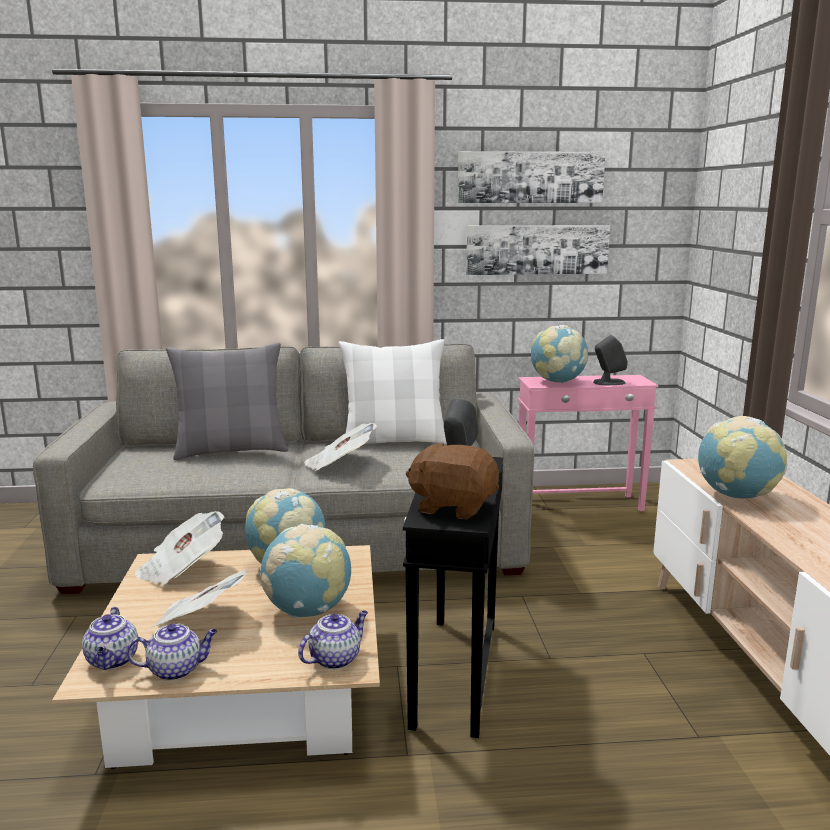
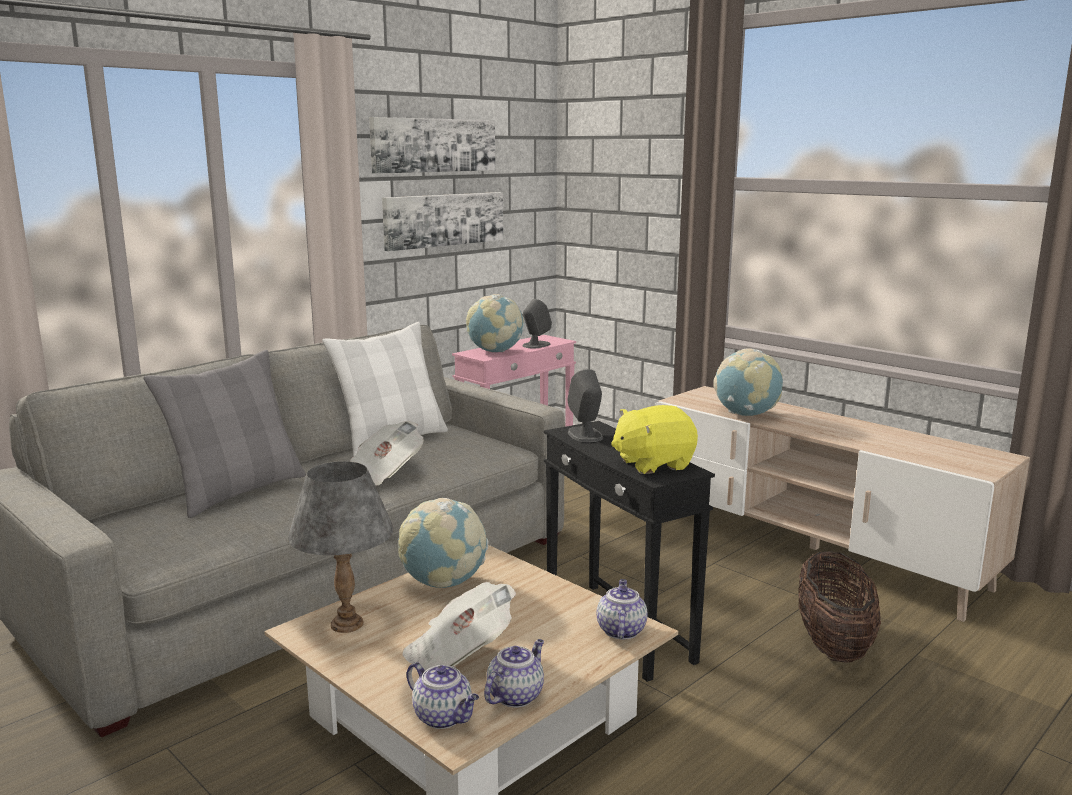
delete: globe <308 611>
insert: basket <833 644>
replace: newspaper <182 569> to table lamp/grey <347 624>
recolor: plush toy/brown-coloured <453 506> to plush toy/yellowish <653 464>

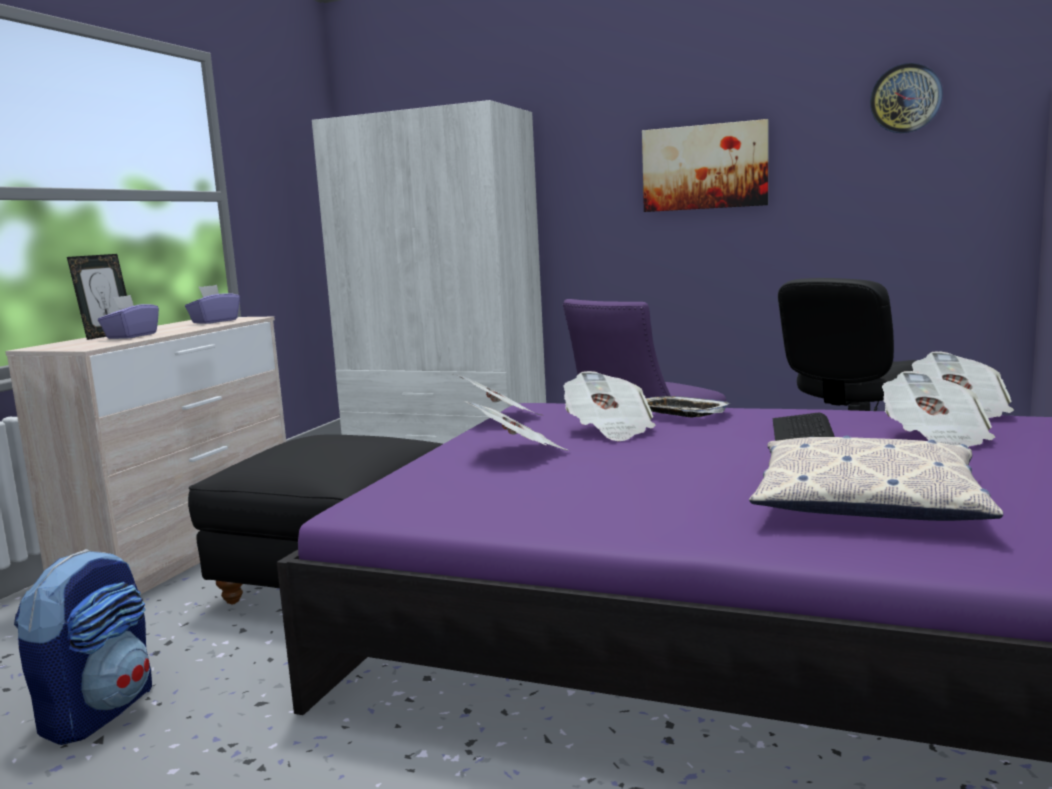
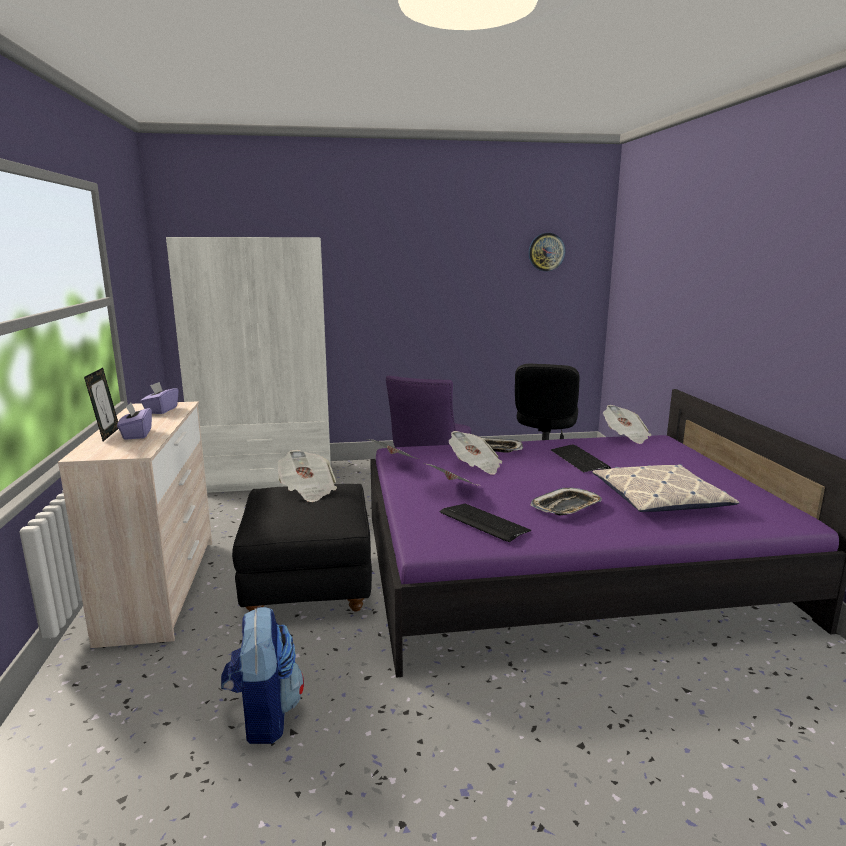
delete: picture <704 167>
insert: serving tray <566 507>; computer keyboard <484 523>
move: newspaper <935 439> to <308 490>

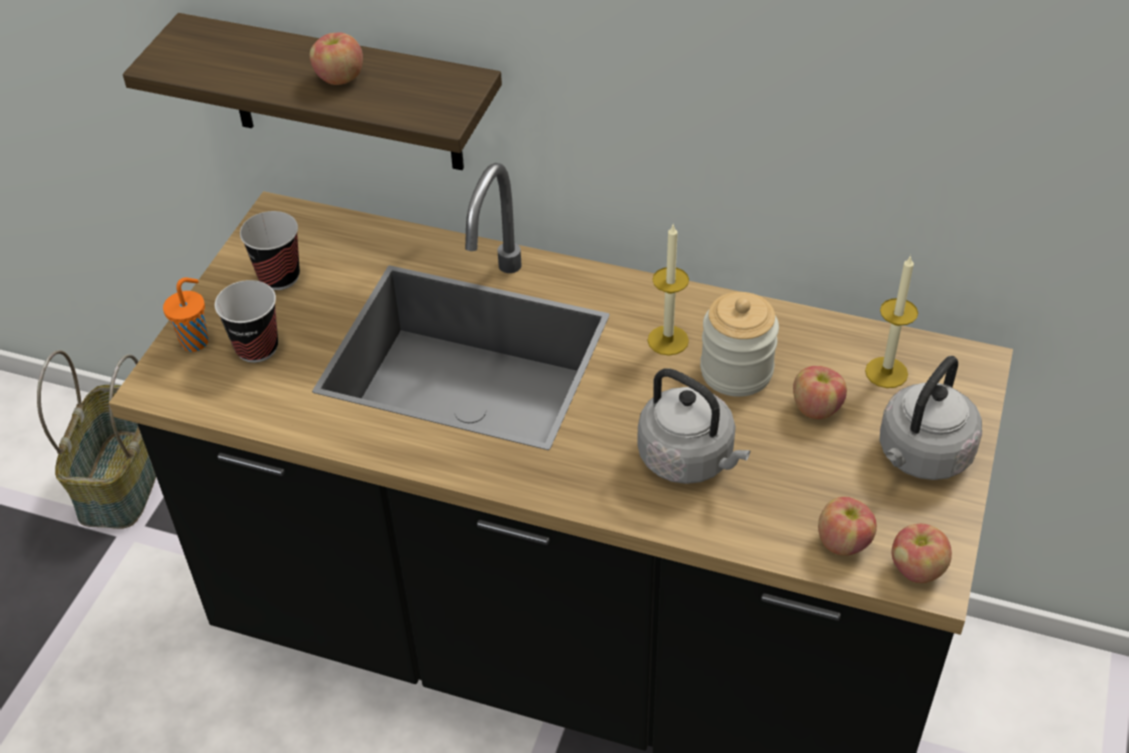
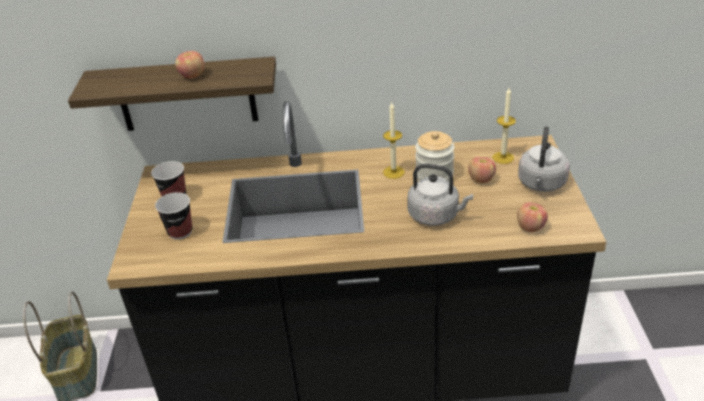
delete: drinking cup/orange-coloured <196 341>; apple fruit <917 569>

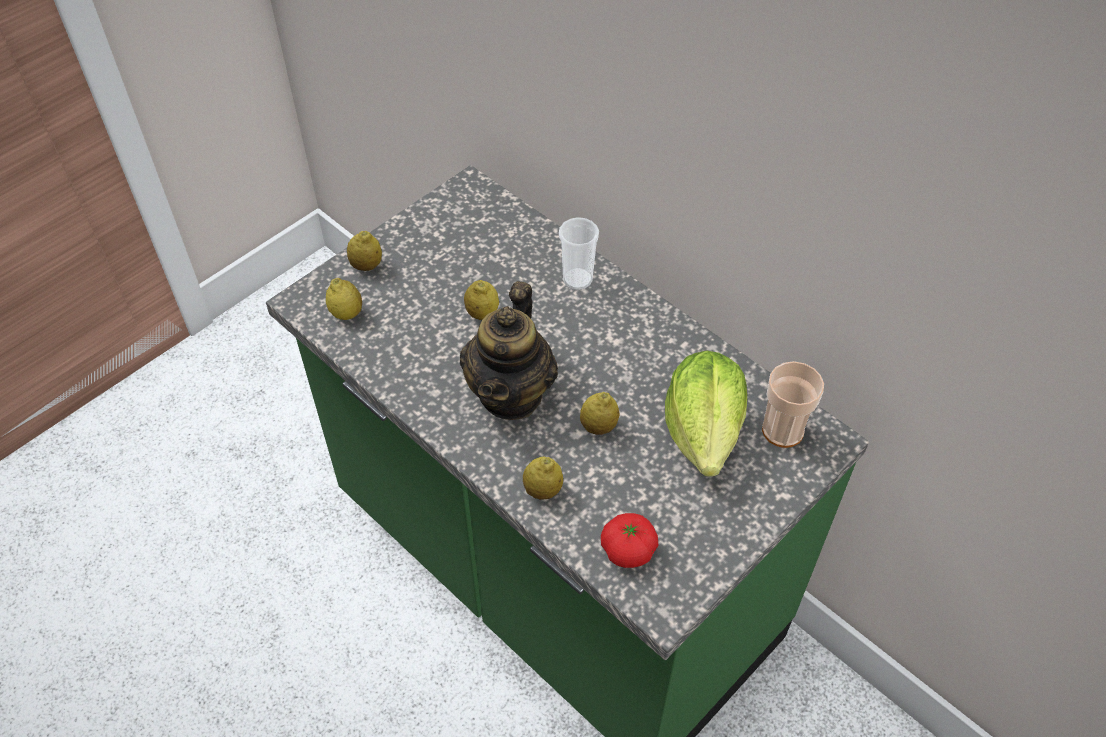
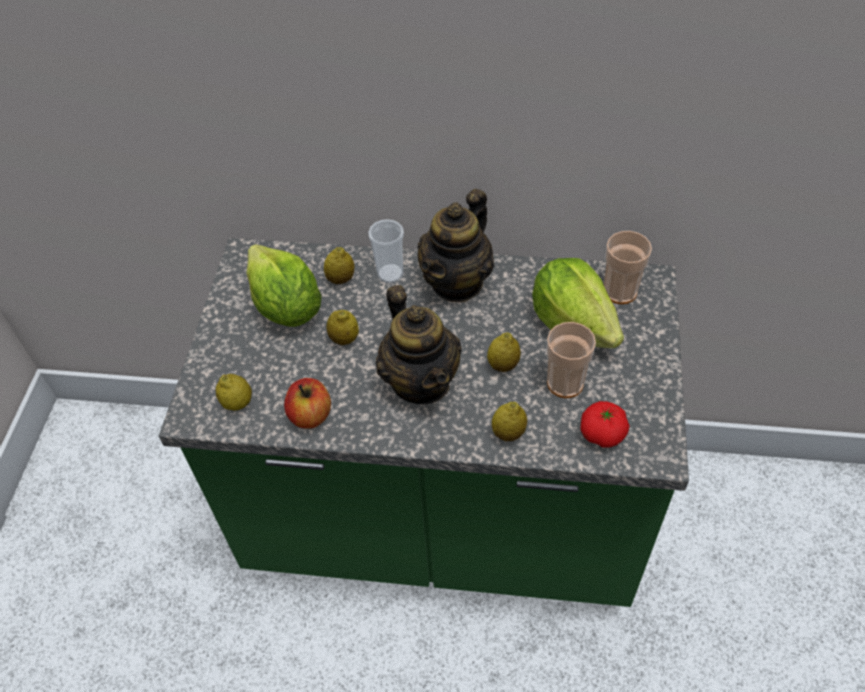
insert: tea pot <457 282>; head of lettuce <286 307>; drinking cup <565 383>; apple fruit <310 415>
move: whole lemon <366 265> to <340 279>

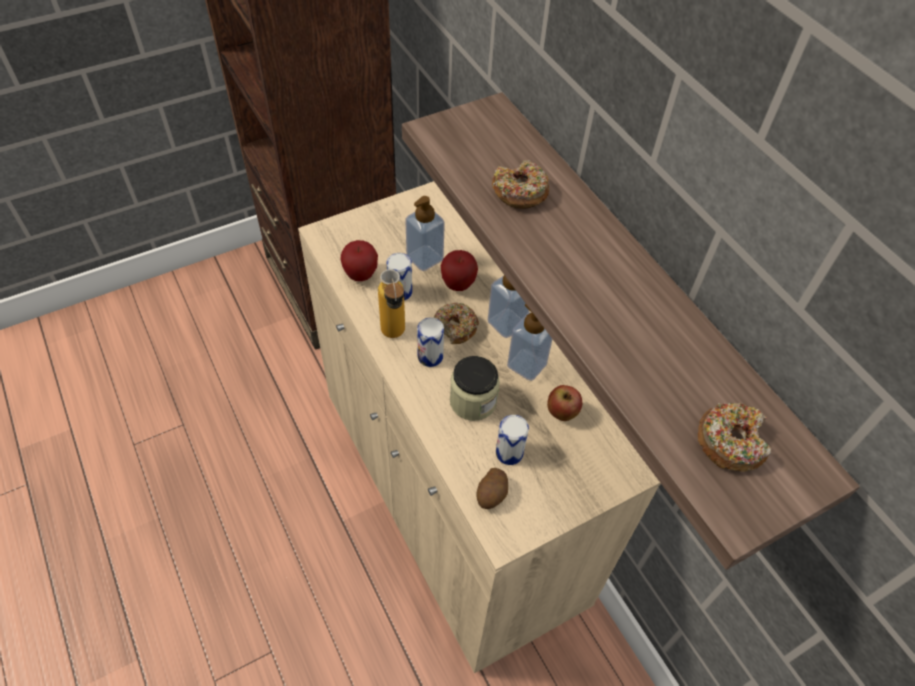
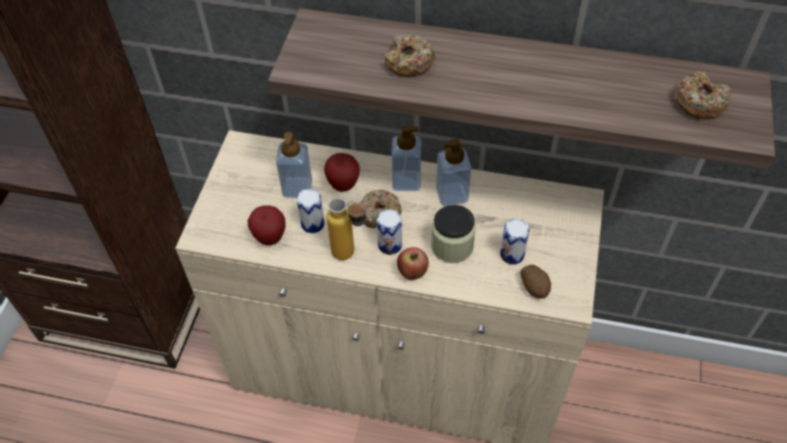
move: apple fruit <561 413> to <412 273>

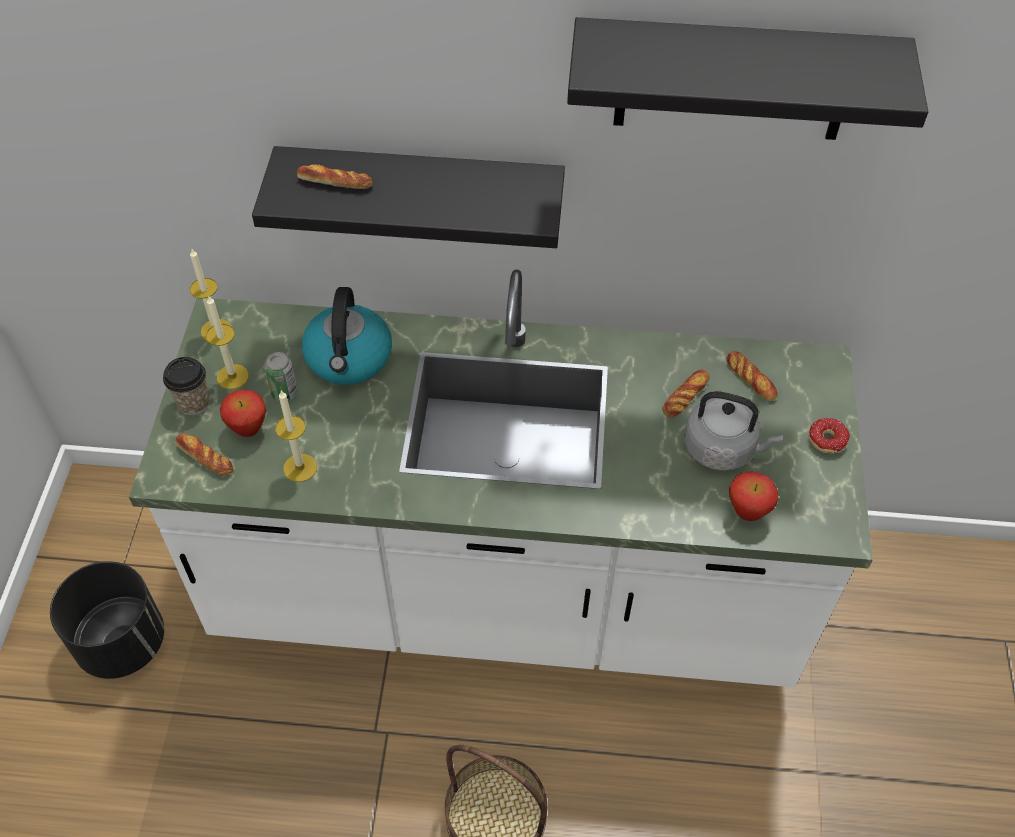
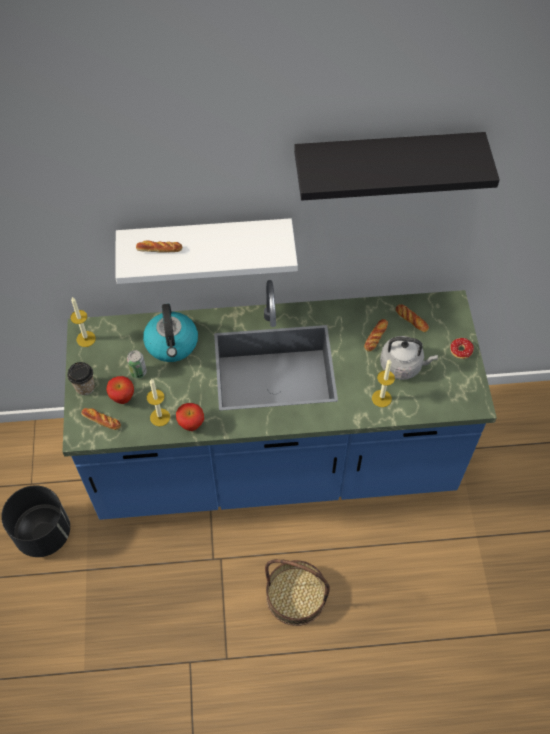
move: wax candle <232 376> to <381 398>; apple fruit <747 512> to <191 425>
recolor: shelf/black <421 197> to shelf/white <206 245>; kitchen base unit/white <505 596> to kitchen base unit/blue-coloured <275 463>

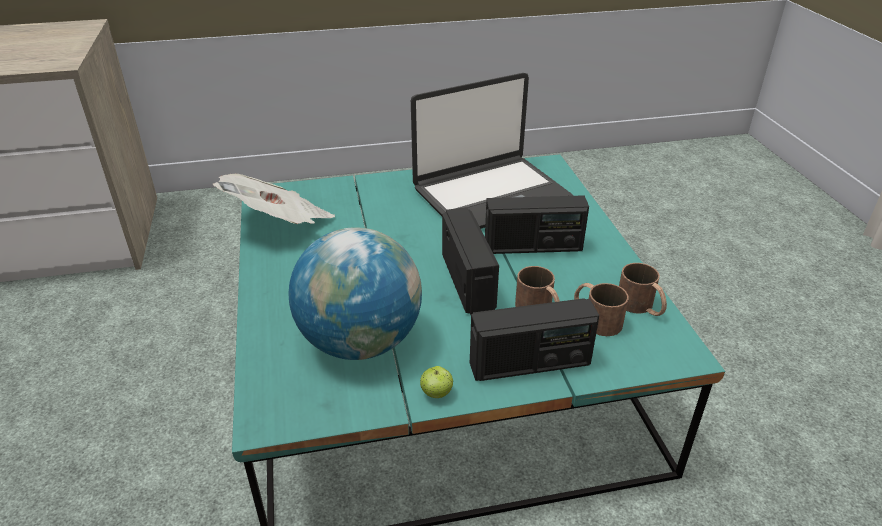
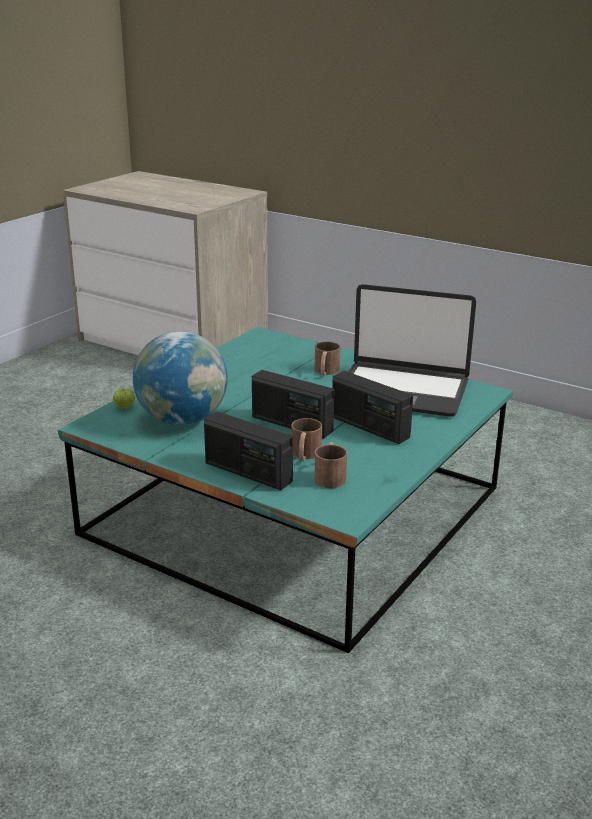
delete: newspaper <280 224>
move: tea mug/brown-coloured <641 307> to <325 372>; apple fruit <436 393> to <124 407>
rotate: radio <468 282> = <291 424> 90 degrees clockwise

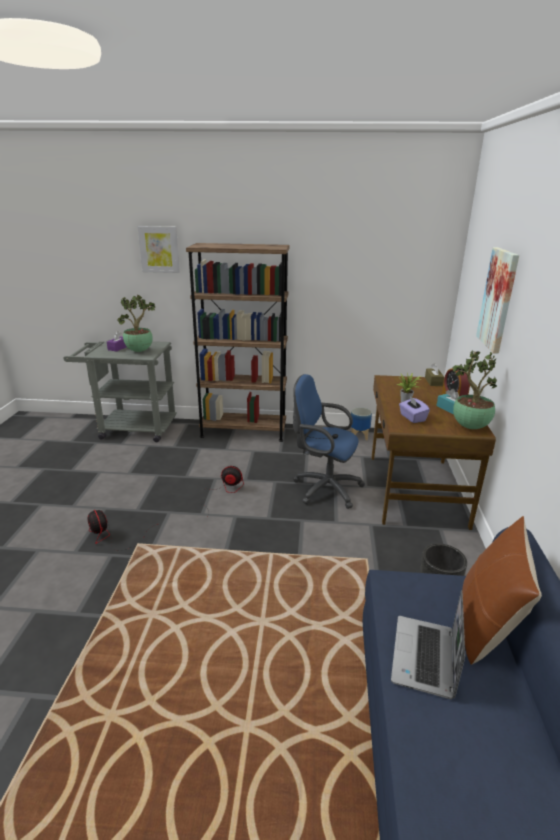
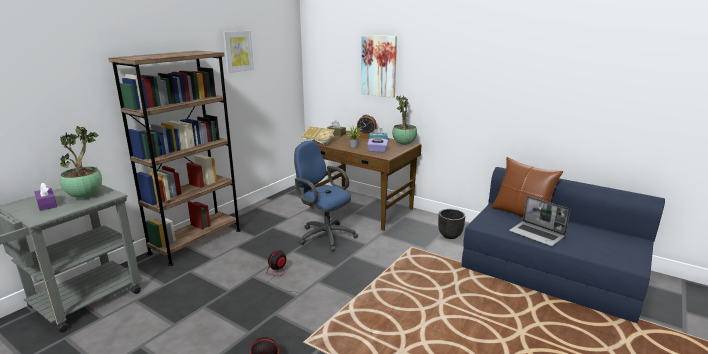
delete: plant pot <359 436>
insert: book <318 142>
move: picture <159 249> to <238 51>
rotate: desk chair/blue-coloured <323 488> = <324 235> 75 degrees clockwise

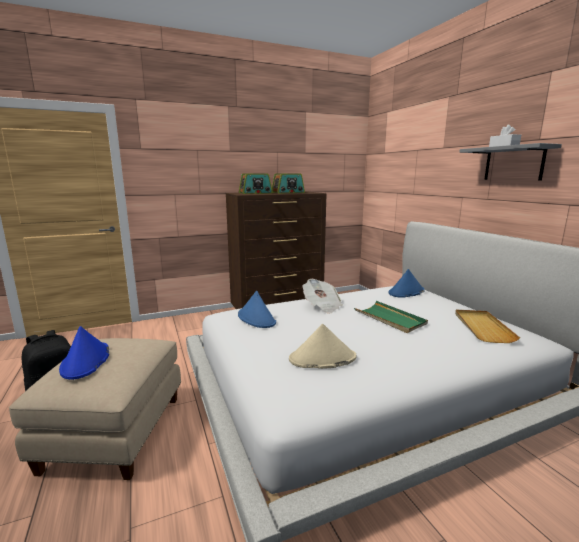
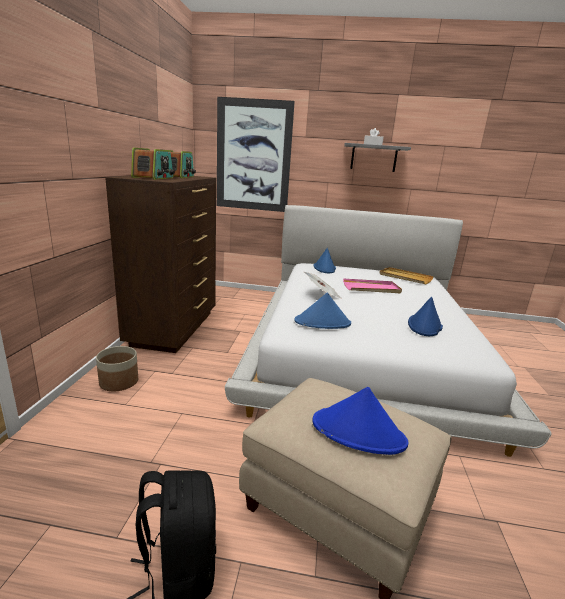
insert: picture <253 156>; plant pot <119 382>
recolor: serving tray/greenish <390 319> to serving tray/pink-coloured <371 288>; hat/sand-coloured <322 358> to hat/blue-coloured <424 325>

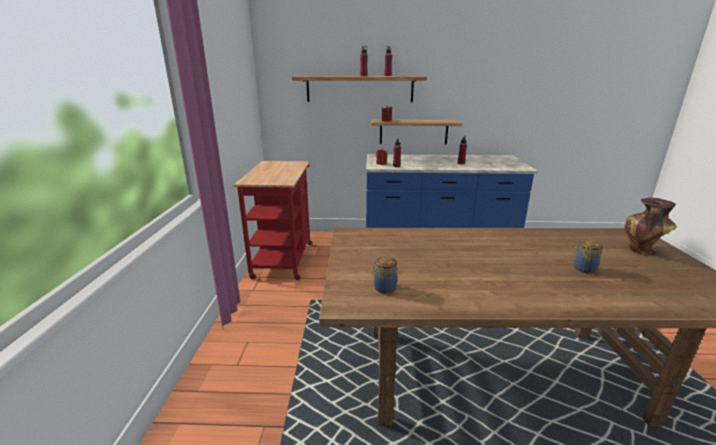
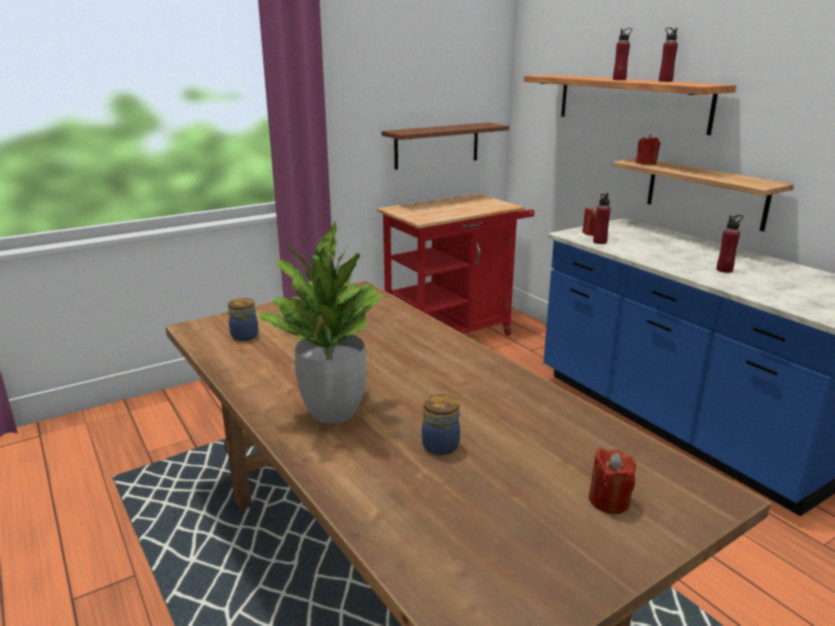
insert: shelf/brown-coloured <437 145>; plant in a pot <333 412>
replace: decorative vase <641 251> to wax candle/red-coloured <609 500>

